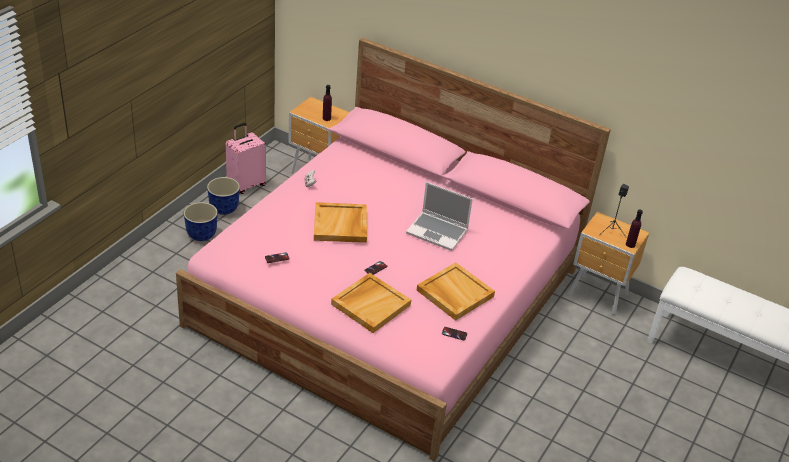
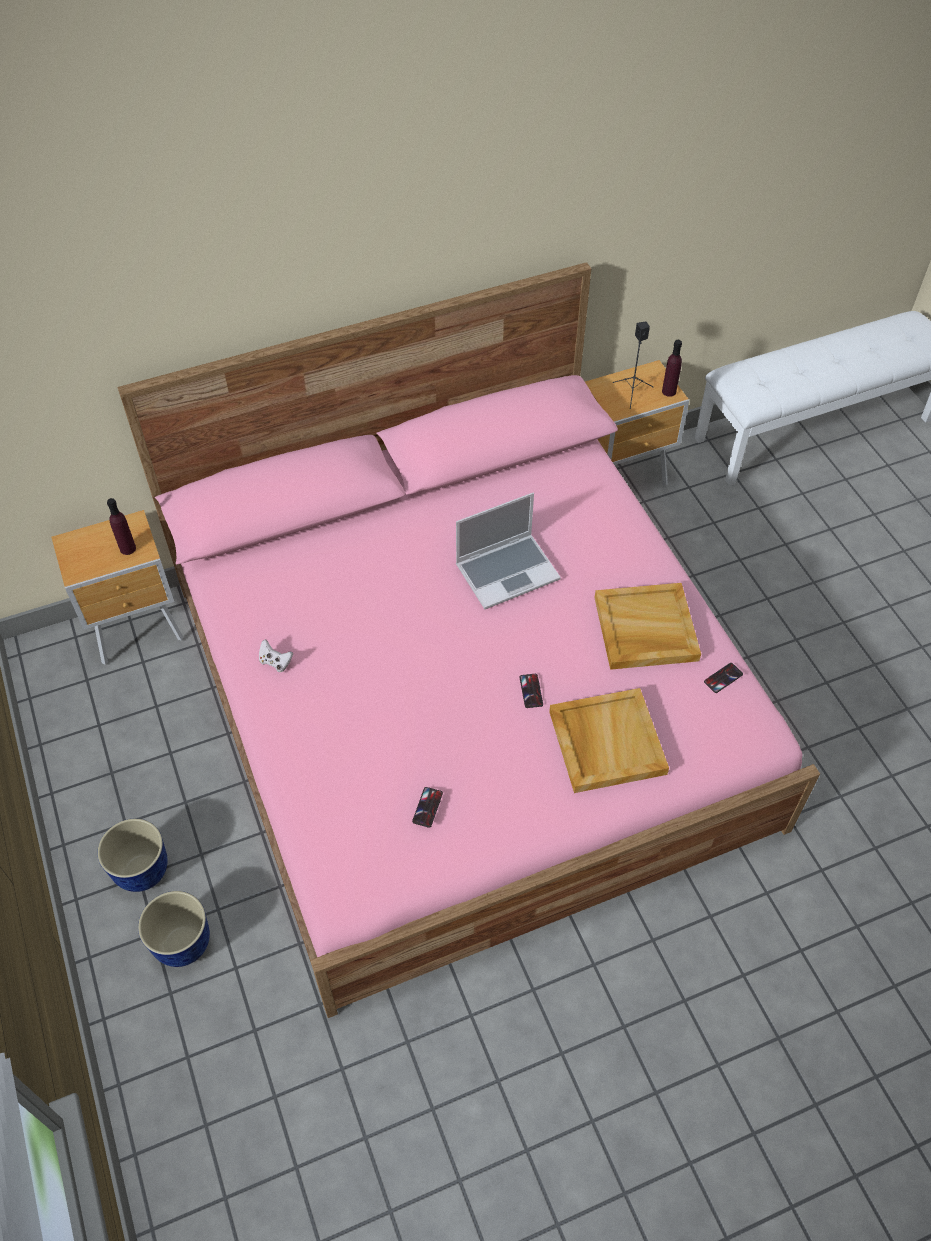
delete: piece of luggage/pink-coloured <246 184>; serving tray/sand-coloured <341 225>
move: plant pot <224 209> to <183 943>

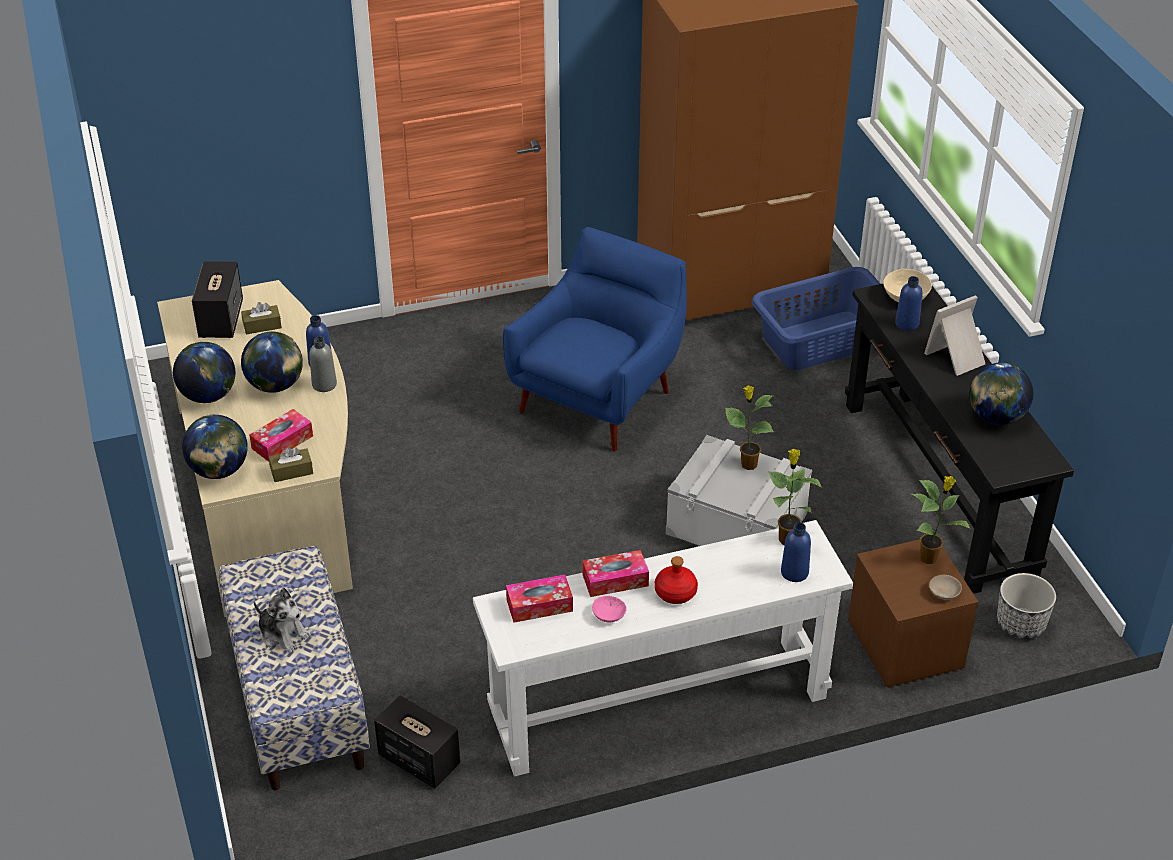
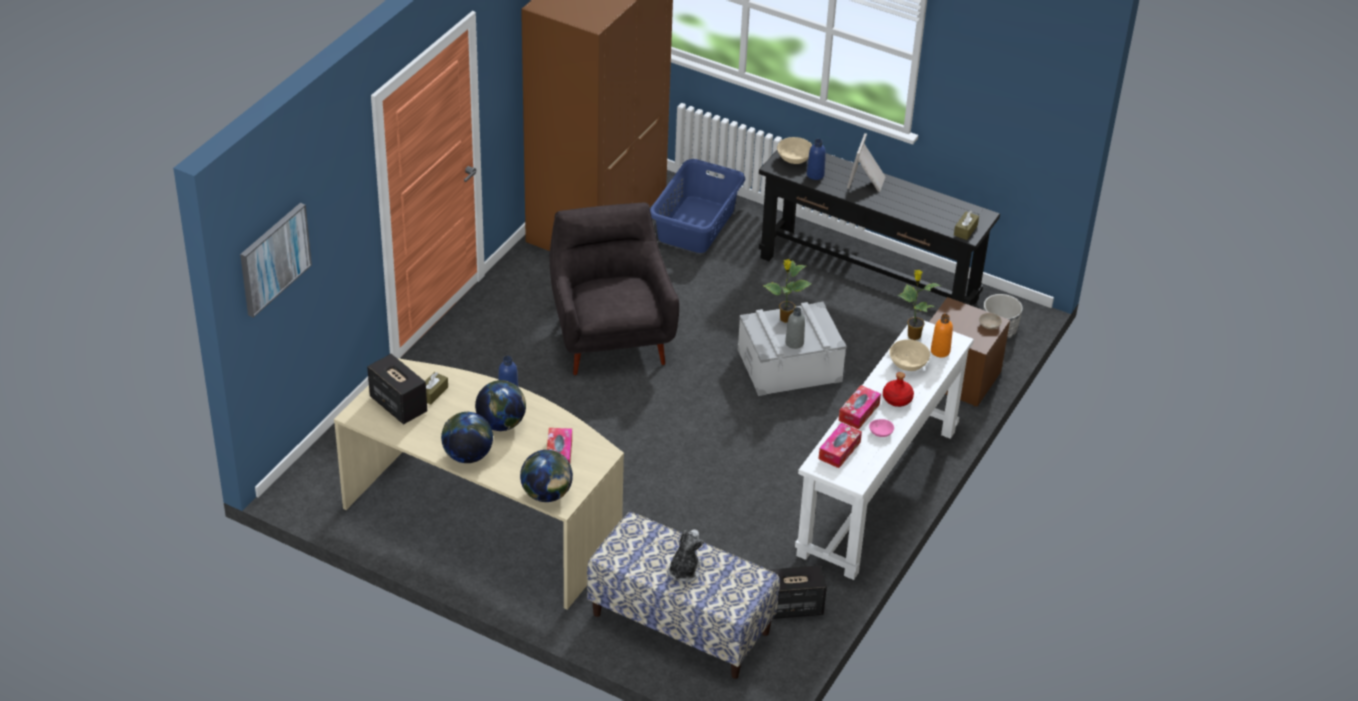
delete: globe <996 417>; plant in a pot <930 558>
insert: picture <274 258>; deep dish/sand-coloured <908 364>
move: beverage bottle/grey <324 384> to <794 343>; tissue box/brown-coloured <291 471> to <965 230>
recolor: armchair/blue-coloured <599 398> to armchair/grey <610 337>; beverage bottle/blue-coloured <794 572> to beverage bottle/orange-coloured <940 351>
rotate: plush toy <283 634> = <684 571> 60 degrees counterclockwise

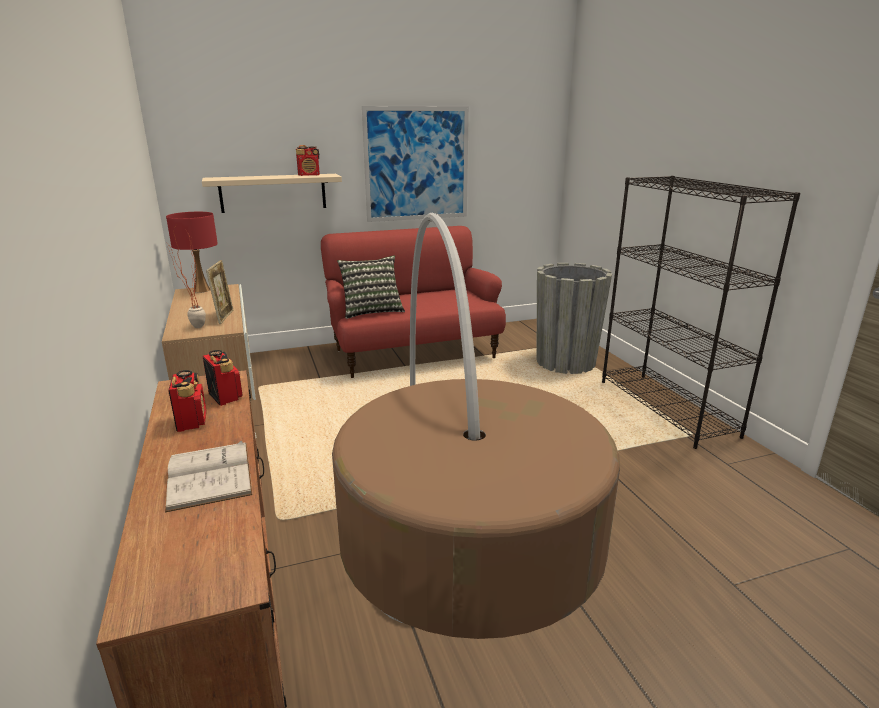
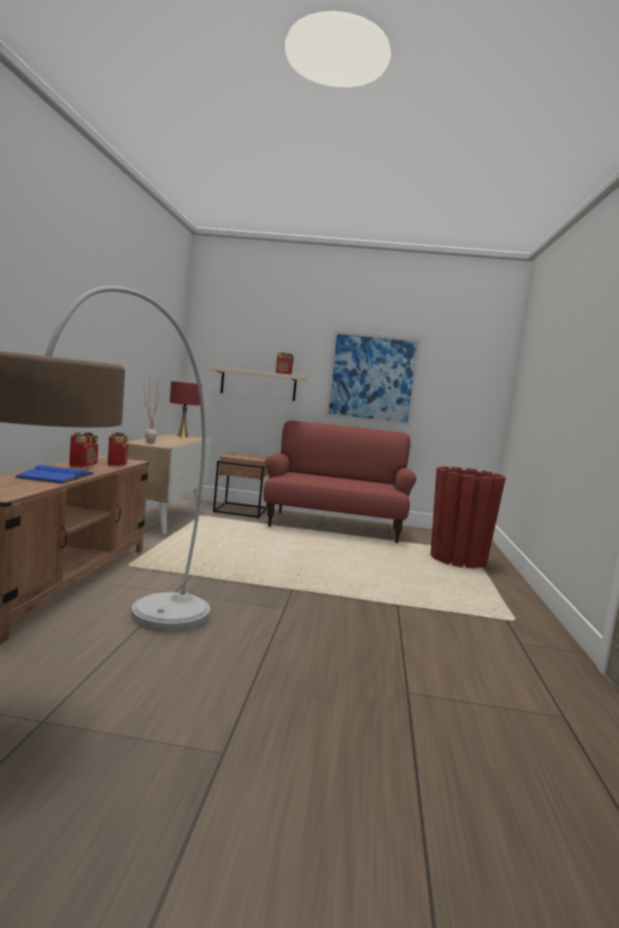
delete: bookcase/black <667 408>; pillow <371 311>; picture frame <224 317>
insert: side table/brown-coloured <242 510>
recolor: plant pot/grey <565 363> to plant pot/red-coloured <458 560>; book/white <209 475> to book/blue-coloured <56 476>

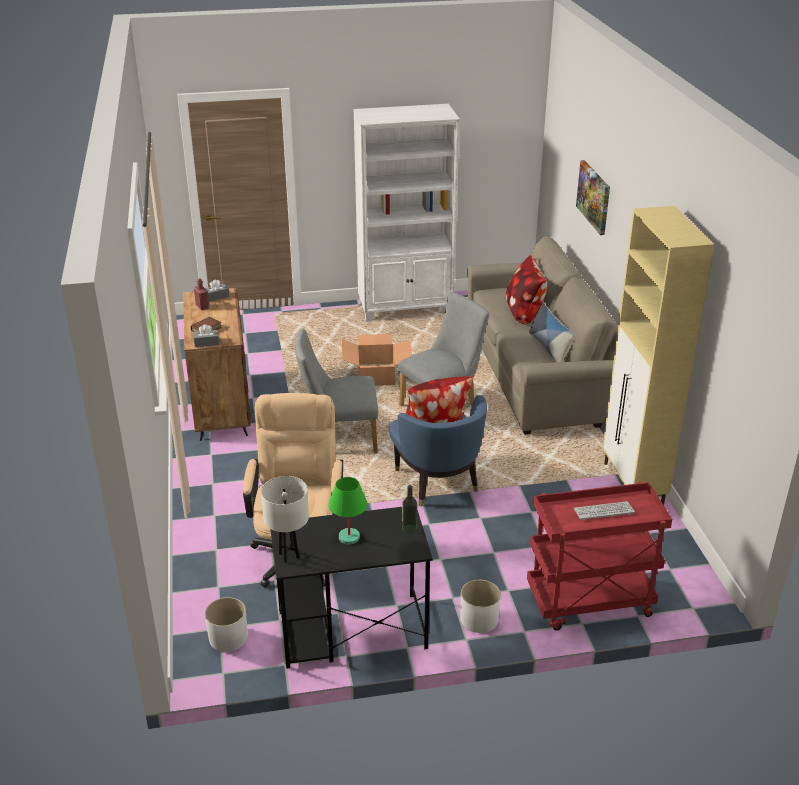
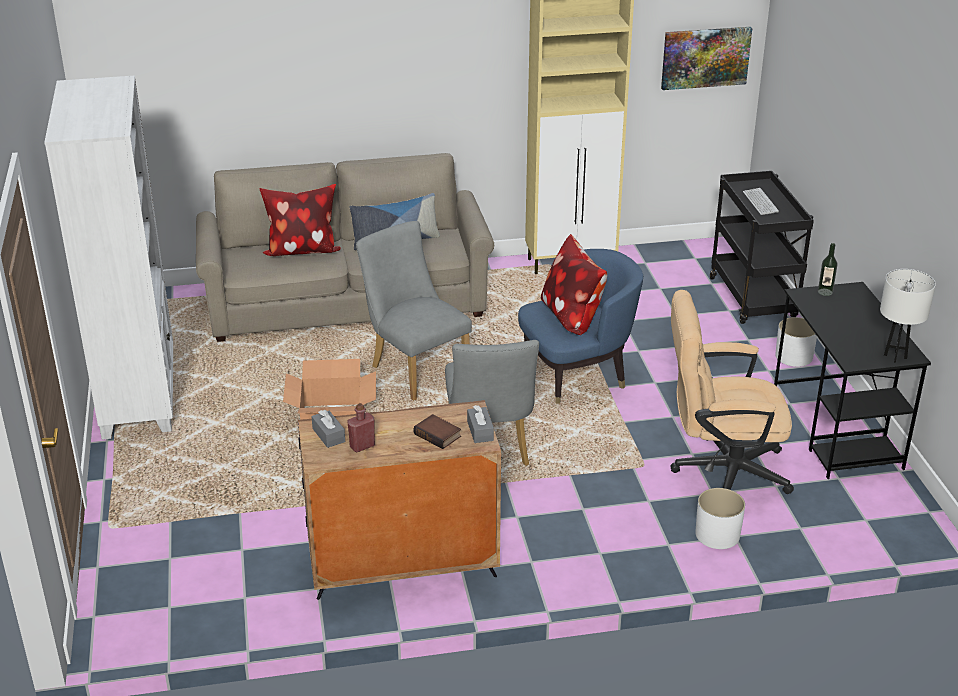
delete: table lamp/greenish <348 537>
move: picture <594 196> to <705 57>; plant pot/white <228 637> to <717 535>
recolor: trolley/red-coloured <589 604> to trolley/black <754 300>

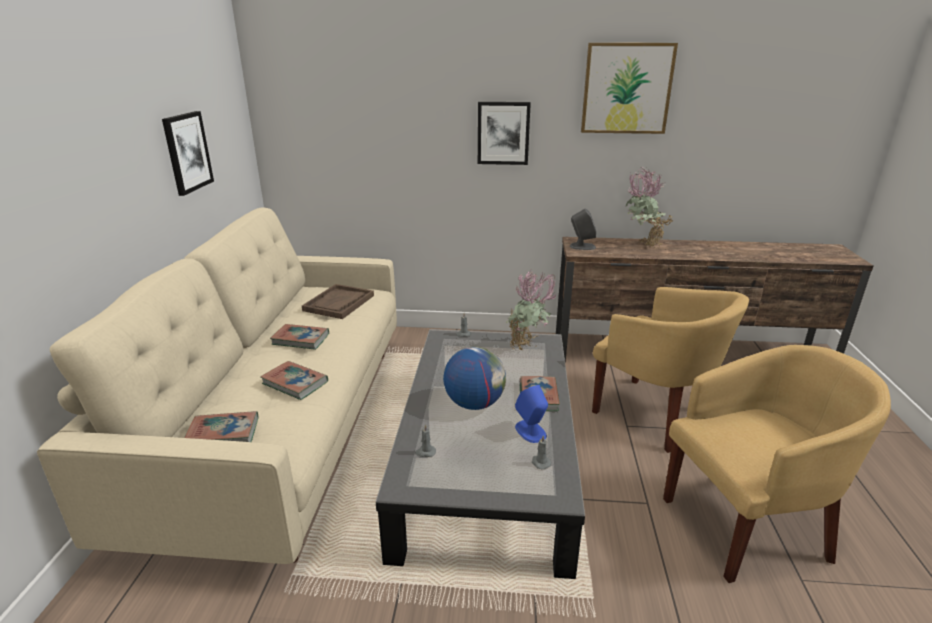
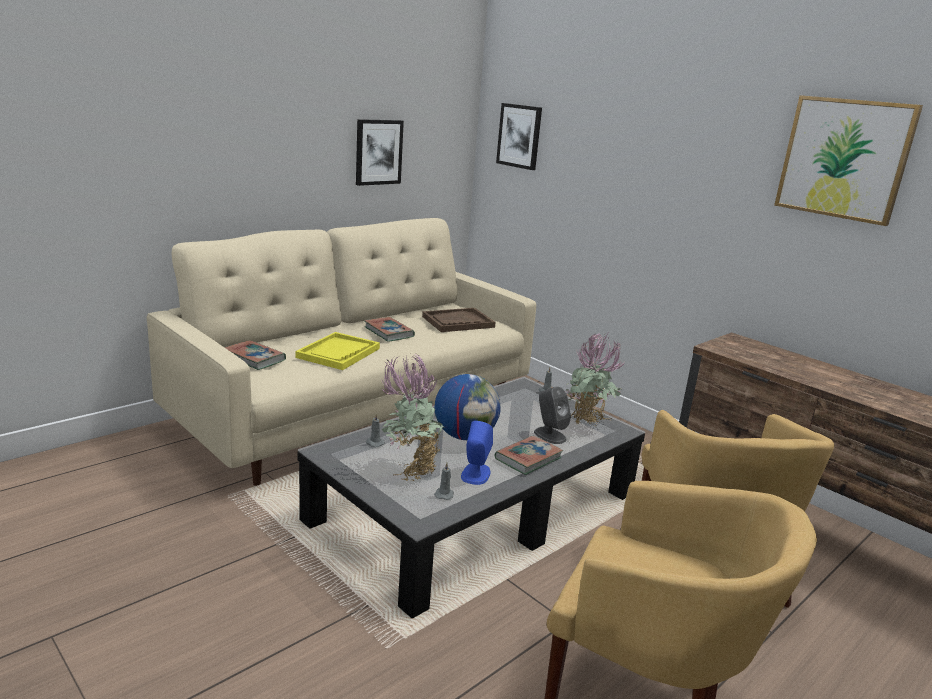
move: picture <503 133> to <519 136>; plant in a pot <642 245> to <410 469>; speaker/grey <582 246> to <549 435>
replace: book <295 383> to serving tray/yellowish <338 353>

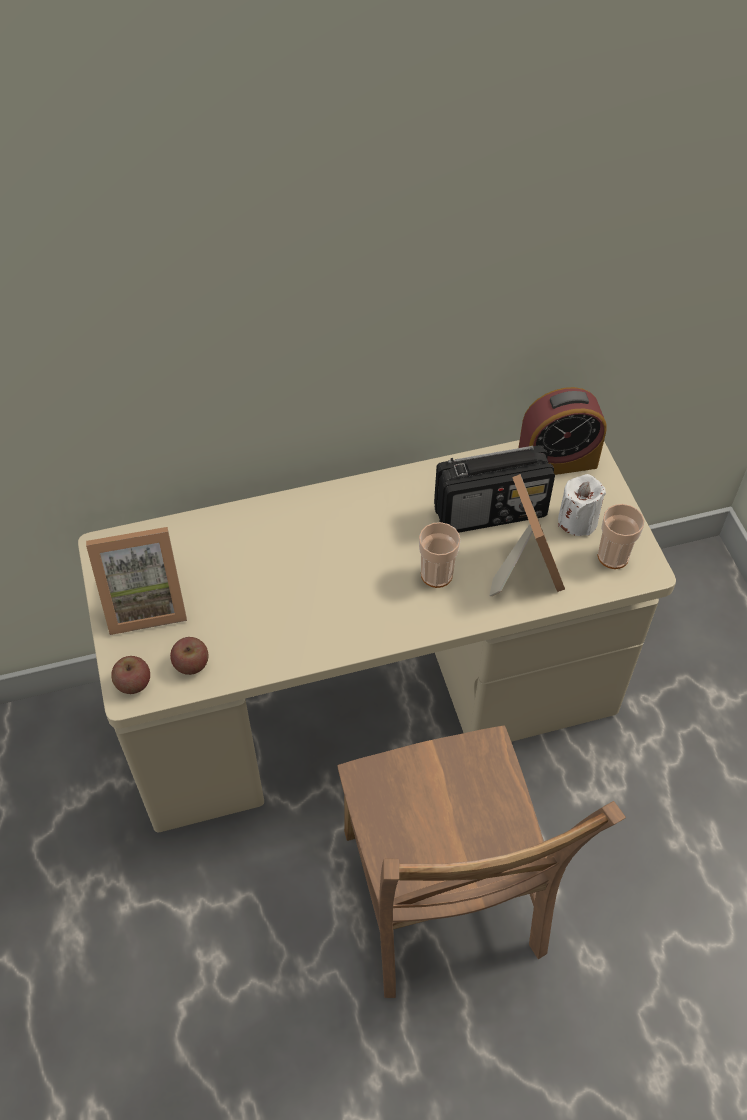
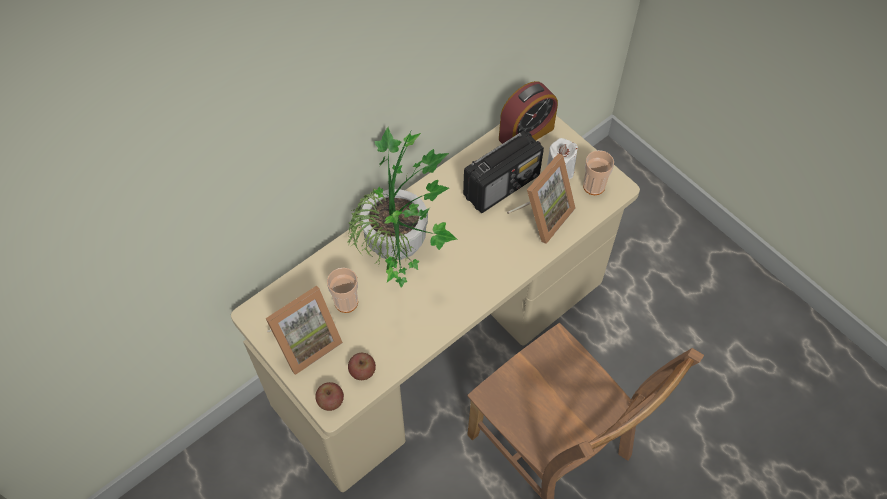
insert: plant in a pot <400 254>
move: drinking cup <436 574> to <346 302>
rotate: picture frame <523 566> = <542 215> 75 degrees clockwise

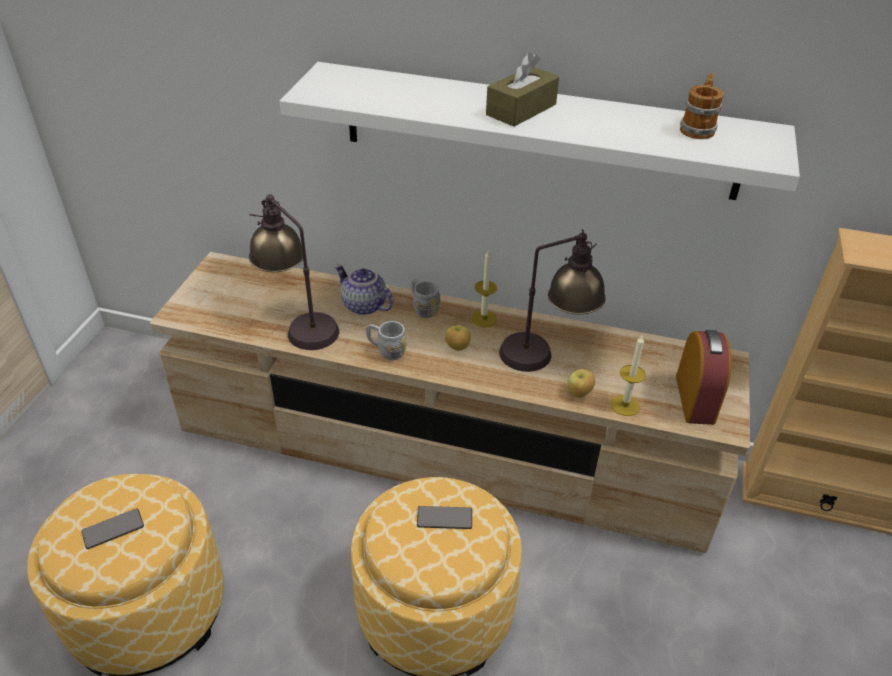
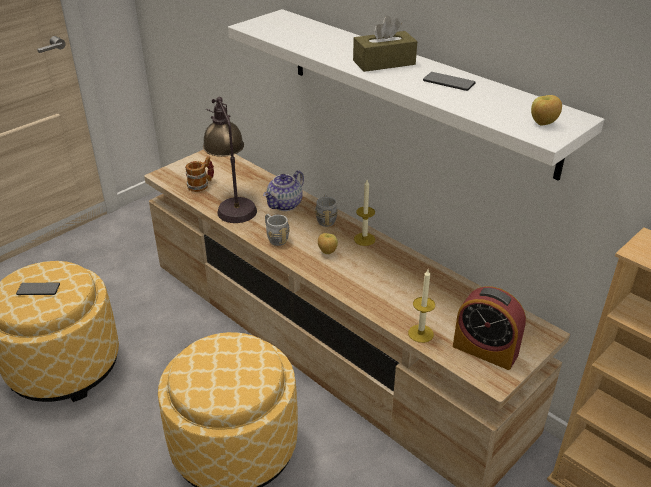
delete: table lamp <546 355>
move: tea mug <697 128> to <201 185>; apple fruit <579 393> to <543 123>; telephone <444 518> to <448 82>
rotate: tea pot <363 306> = <285 205> 120 degrees counterclockwise; table clock <695 399> = <485 350> 90 degrees clockwise

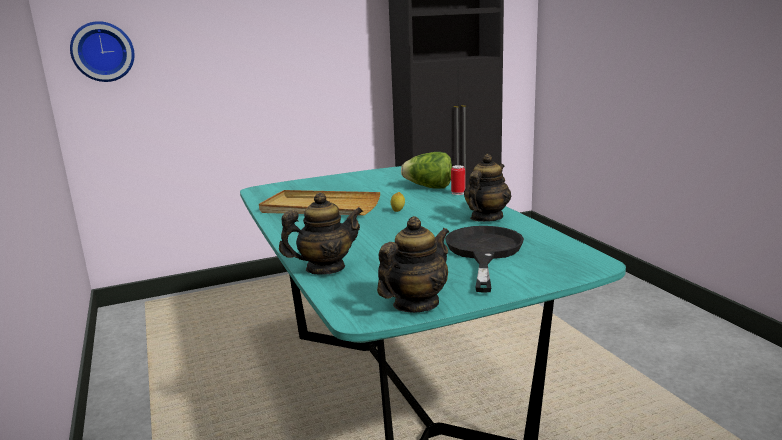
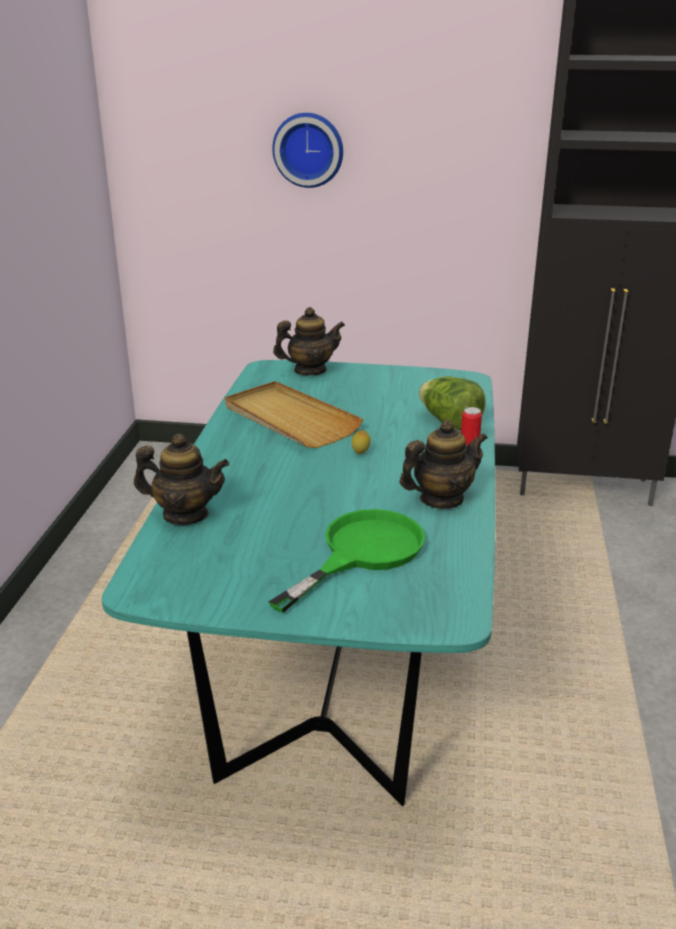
move: wall clock <103 51> to <308 149>; tea pot <415 304> to <310 371>
recolor: pan/black <483 252> to pan/greenish <361 553>

